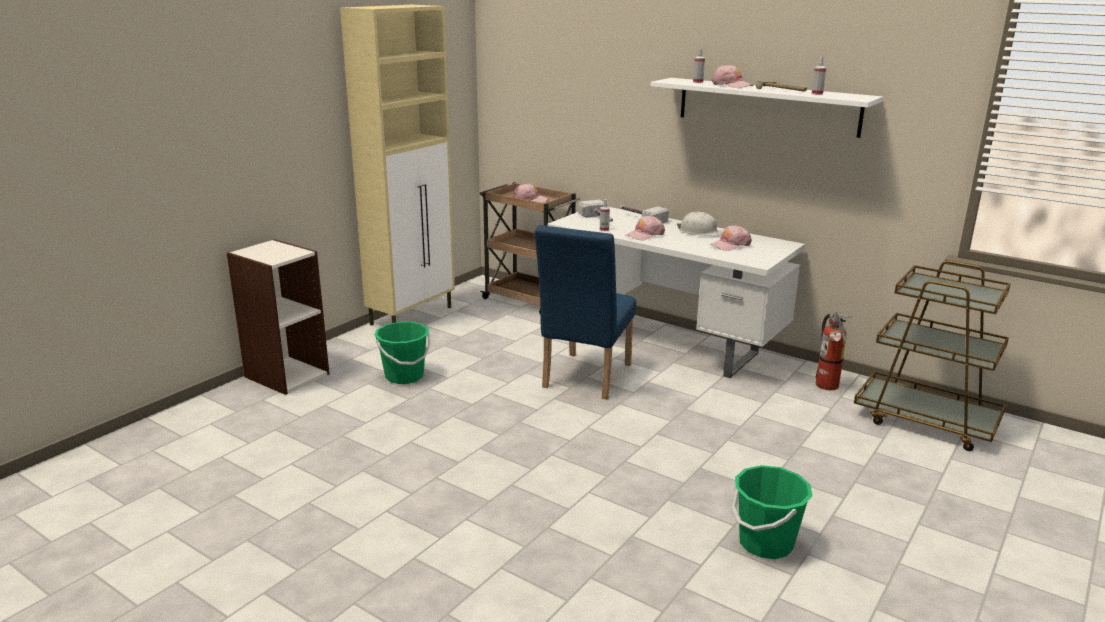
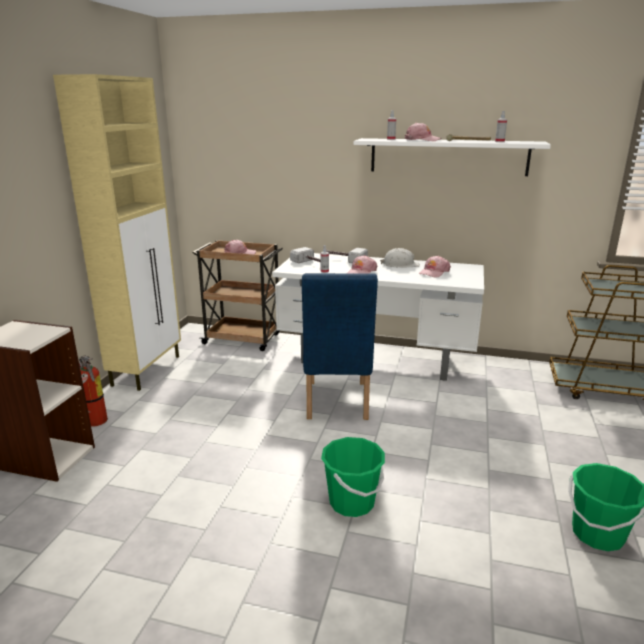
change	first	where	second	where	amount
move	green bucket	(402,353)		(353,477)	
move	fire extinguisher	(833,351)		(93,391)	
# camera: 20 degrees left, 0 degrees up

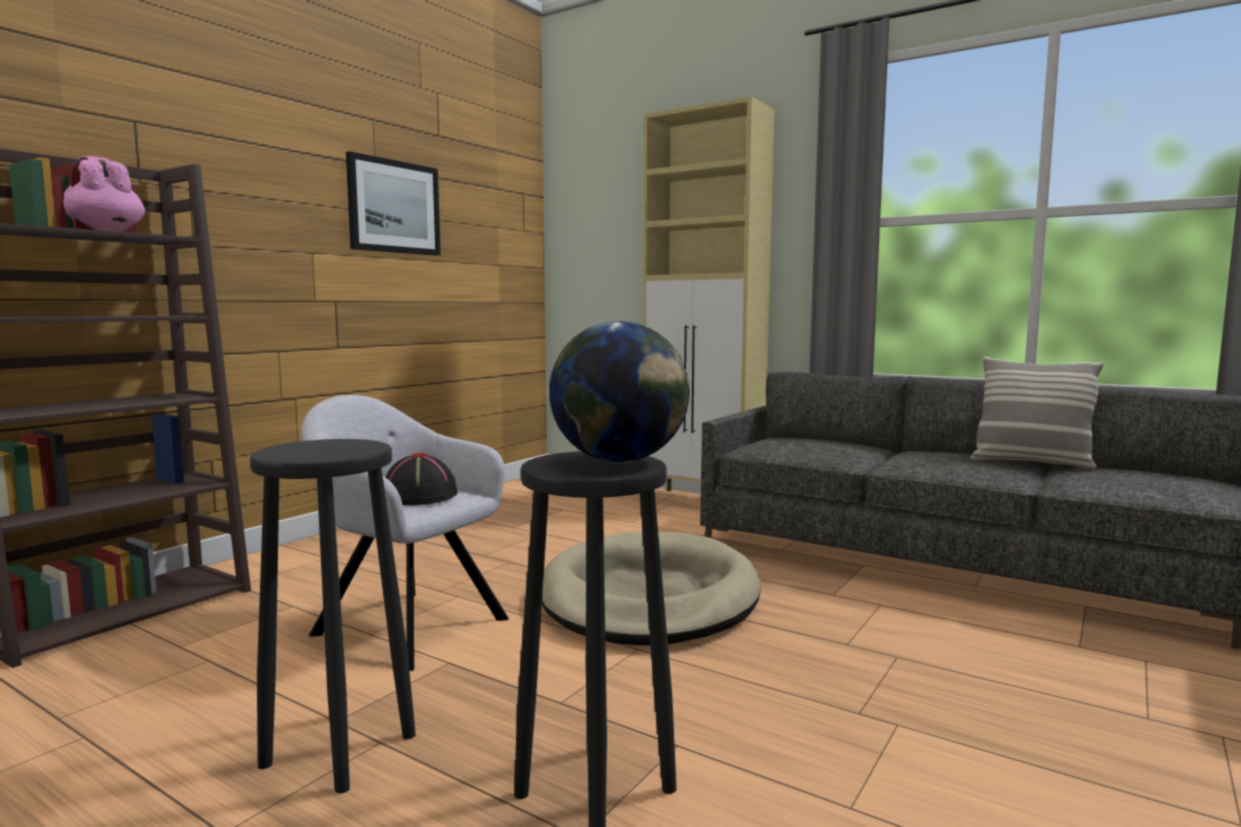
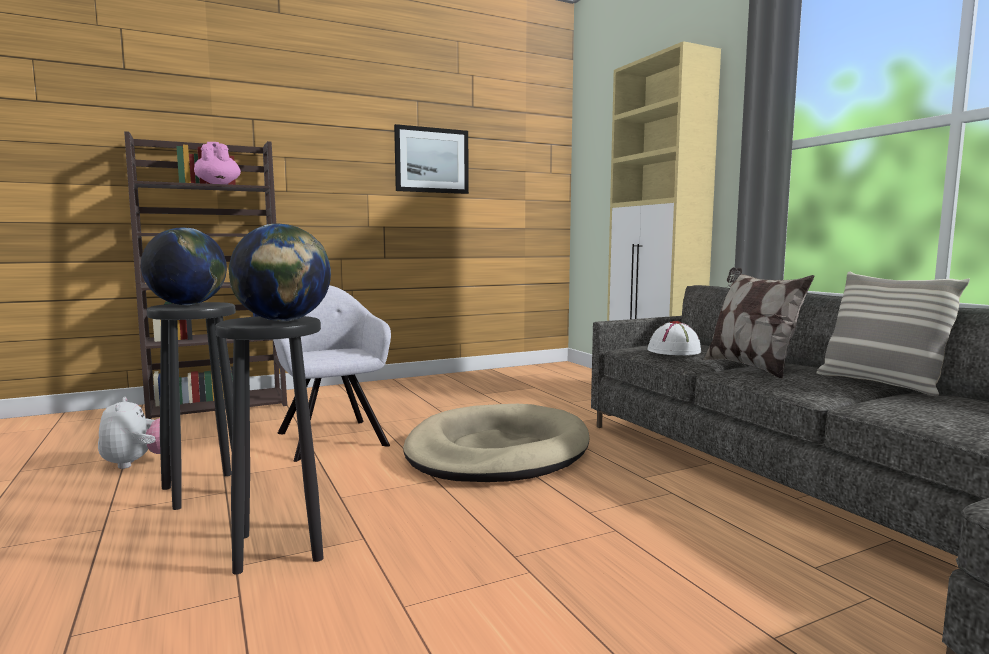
change	first	where	second	where	amount
delete	black hat	(422,479)			
insert			plush toy	(129,433)	
insert			globe	(184,266)	
insert			white hat	(674,338)	
insert			pillow	(758,323)	
# camera: 30 degrees right, 0 degrees up

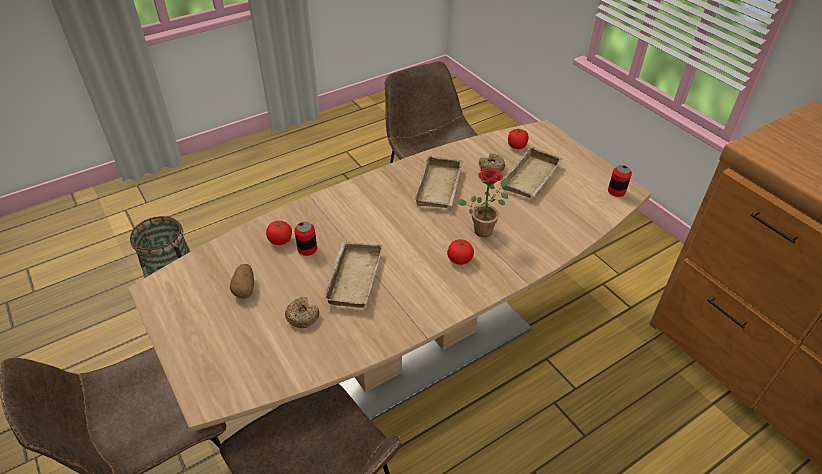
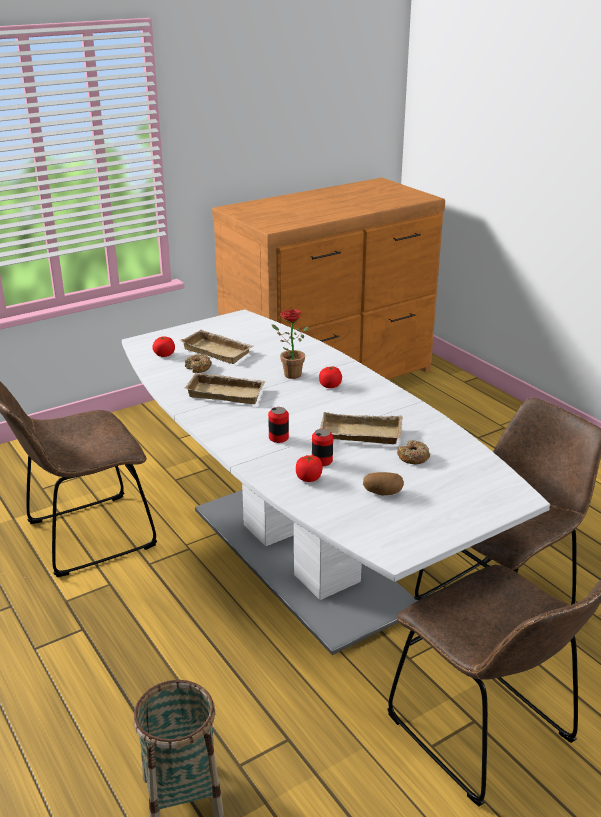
change	first	where	second	where	amount
move	can	(620,181)		(278,425)	
recolor	brown dining table	(389,276)	white dining table	(336,482)	
# camera: 90 degrees left, 15 degrees down

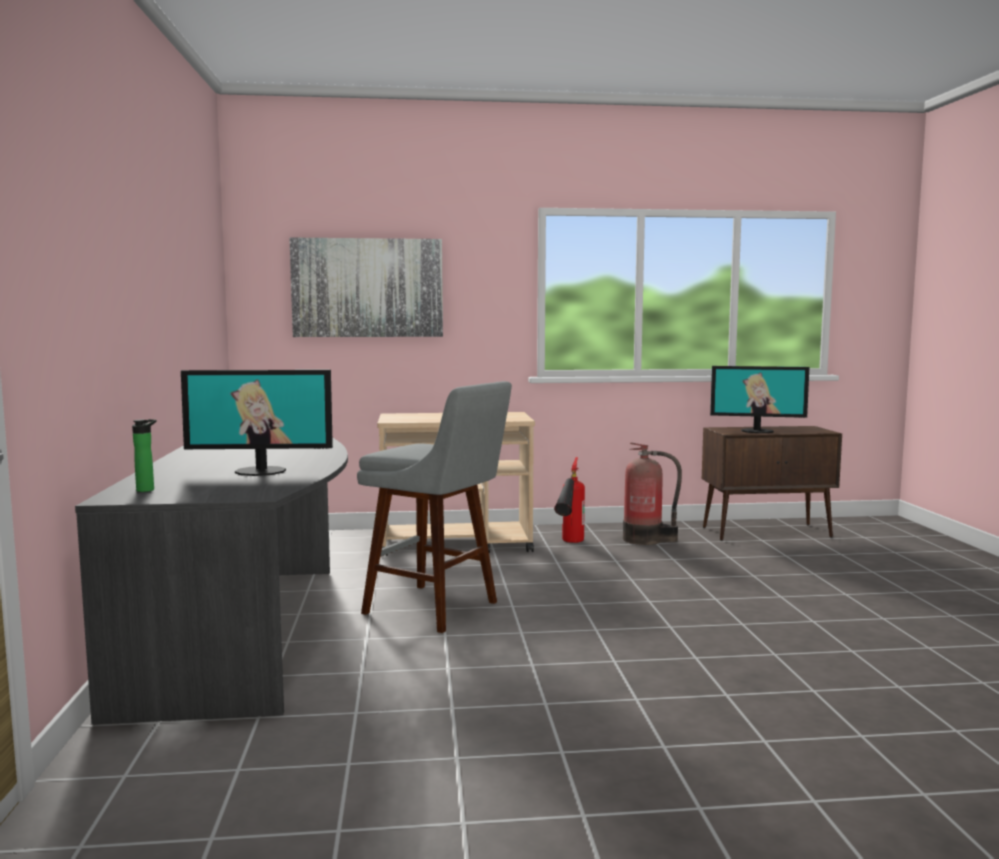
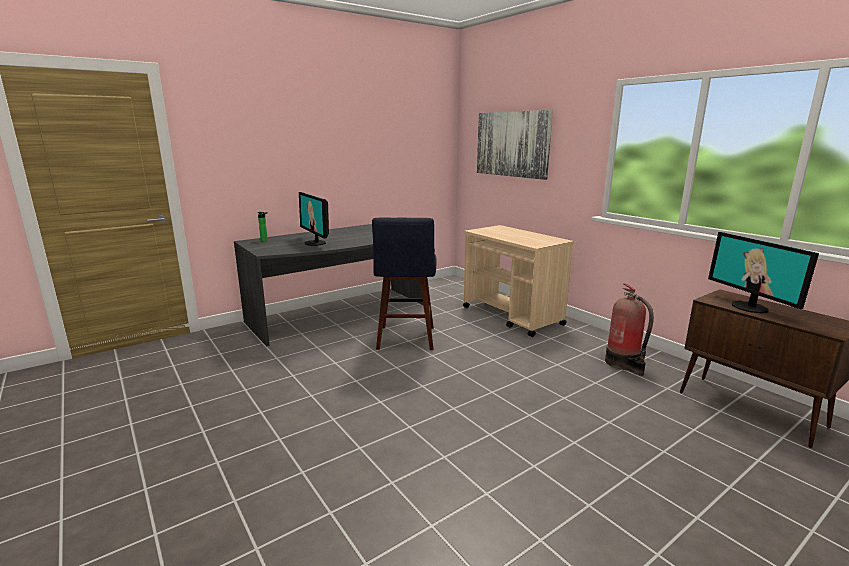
change	first	where	second	where	amount
delete	fire extinguisher	(569,500)			
recolor	grey stool	(434,507)	blue stool	(404,284)	
# camera: 60 degrees right, 10 degrees up

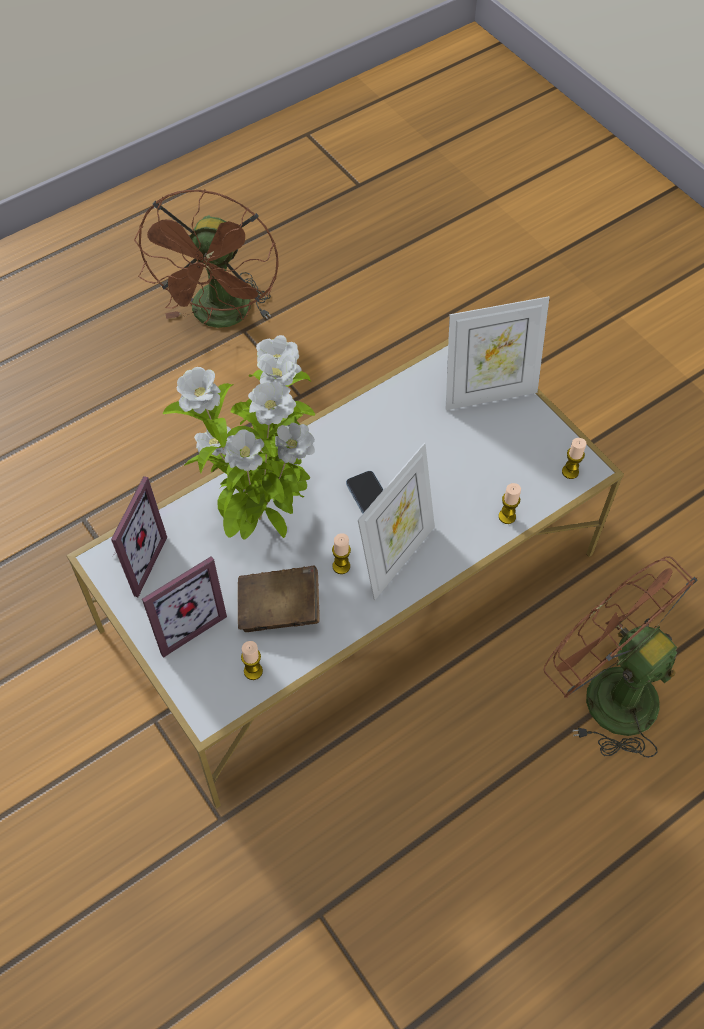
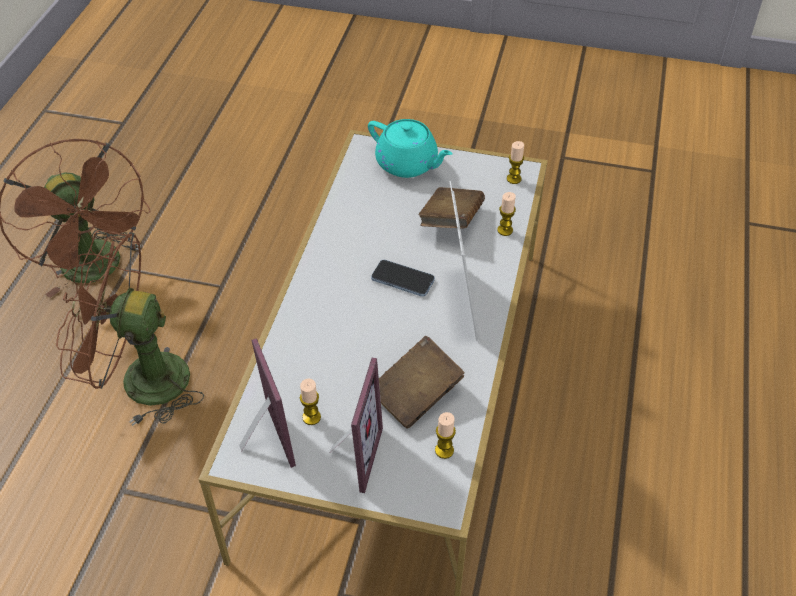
change	first	where	second	where	amount
delete	potted plant	(239,437)			
insert			brown book	(451,207)	
move	candle	(341,553)		(310,402)	
move	brown fan	(621,657)		(130,328)	
replace	picture frame	(498,353)	turquoise teapot	(410,148)	
# camera: 40 degrees left, 10 degrees down

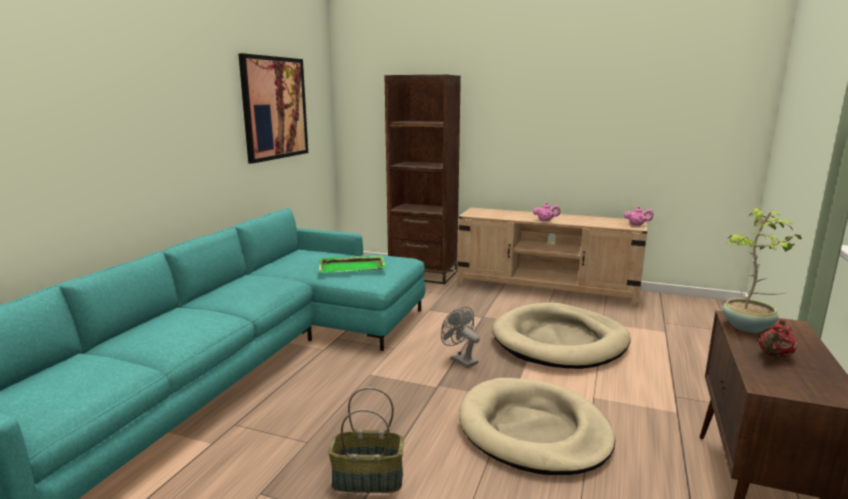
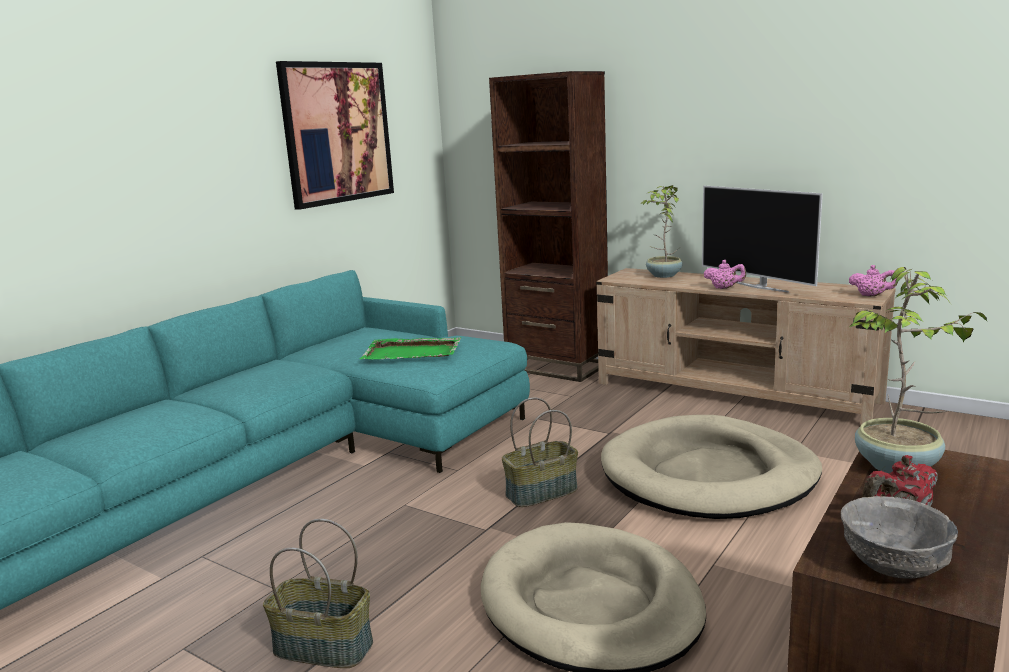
change	first	where	second	where	amount
insert			potted plant	(662,231)	
insert			television	(762,239)	
insert			grey bowl	(899,537)	
replace	grey fan	(460,337)	basket	(540,452)	
# camera: 15 degrees right, 0 degrees up

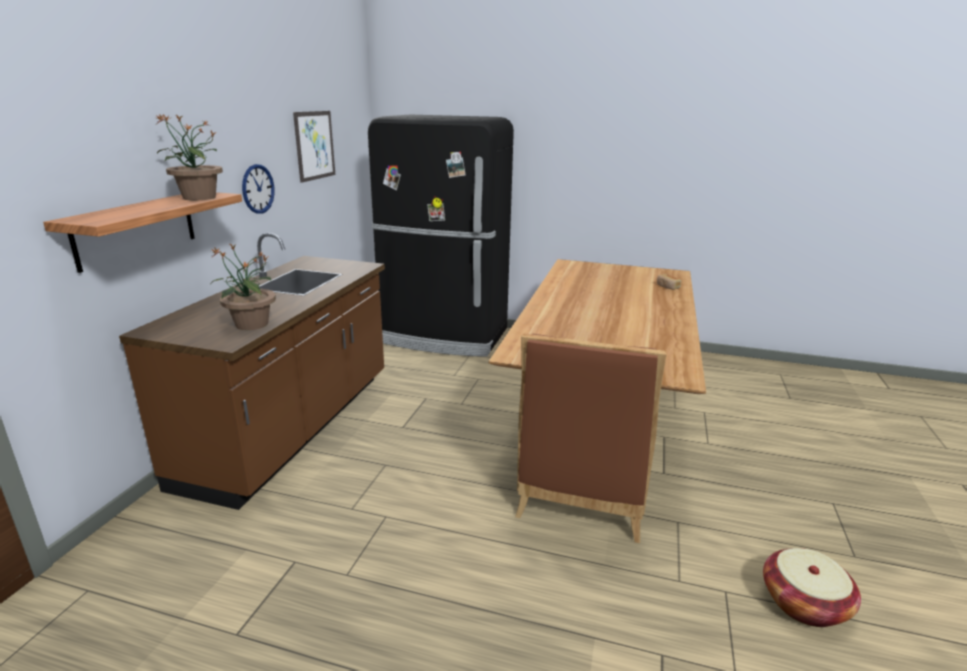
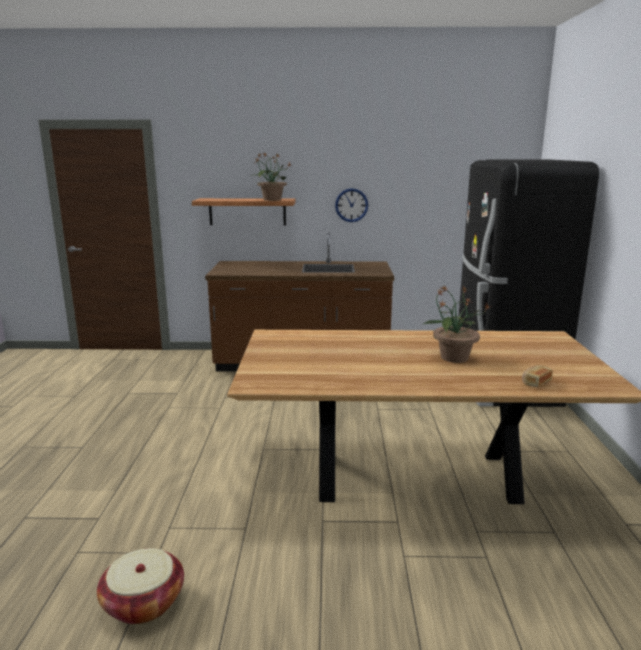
change	first	where	second	where	amount
delete	picture	(314,147)			
delete	brown chair	(591,438)			
move	potted plant	(243,286)		(455,324)	
# camera: 75 degrees right, 5 degrees down

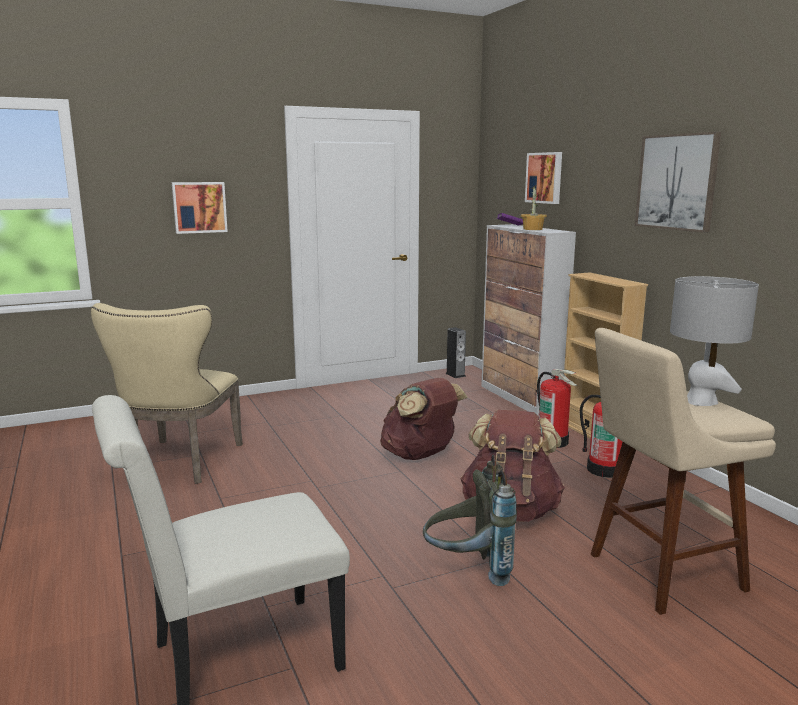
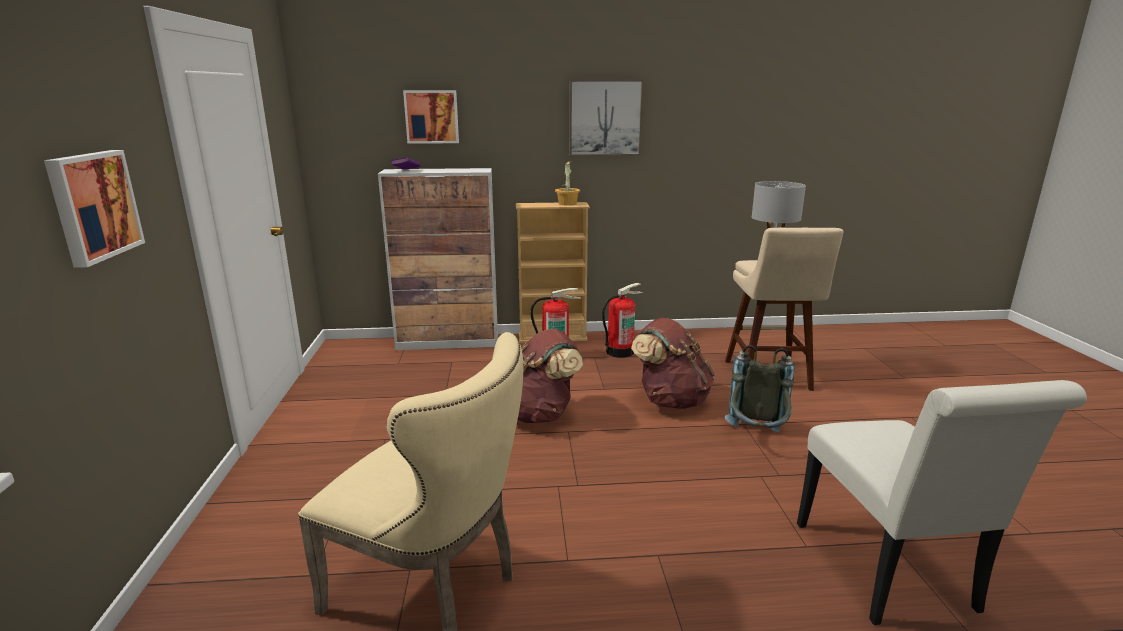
change	first	where	second	where	amount
delete	speaker	(455,352)			
move	potted plant	(533,207)		(567,183)	
# camera: 70 degrees left, 5 degrees up

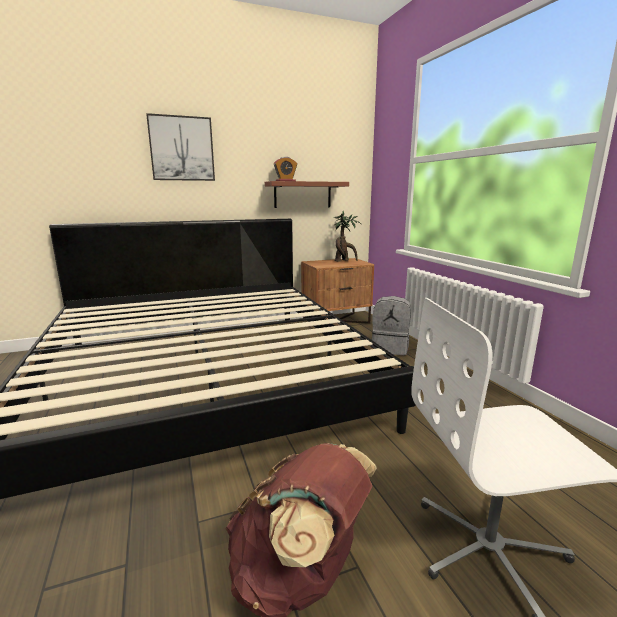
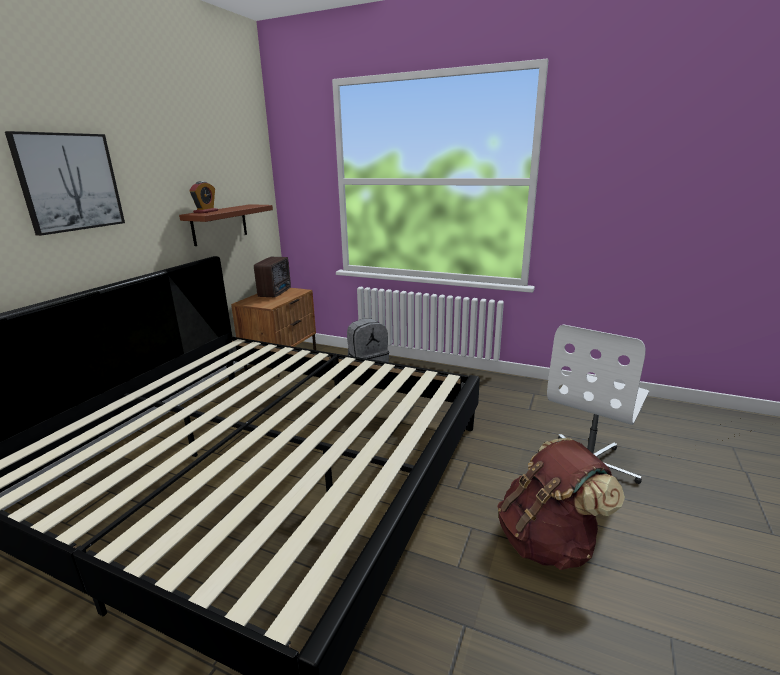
change	first	where	second	where	amount
replace	potted plant	(348,236)	radio	(272,277)	
# camera: 45 degrees left, 5 degrees up

